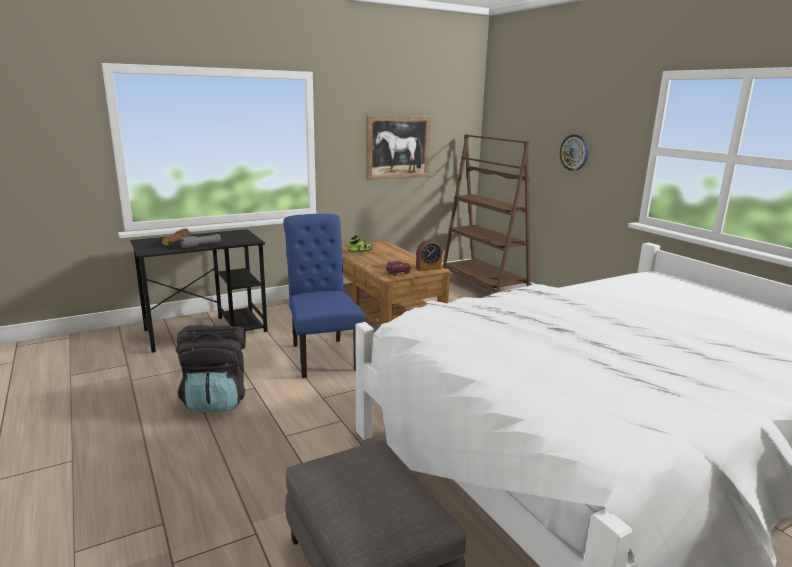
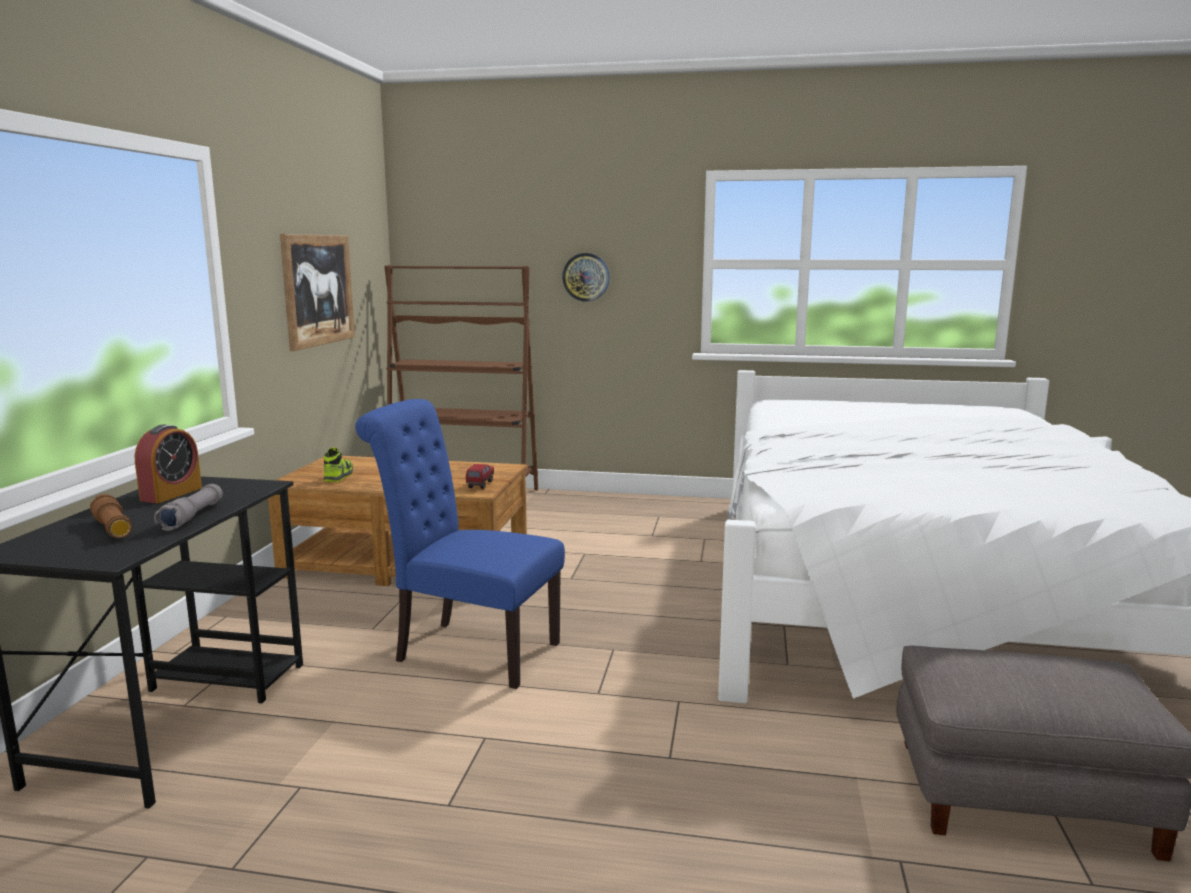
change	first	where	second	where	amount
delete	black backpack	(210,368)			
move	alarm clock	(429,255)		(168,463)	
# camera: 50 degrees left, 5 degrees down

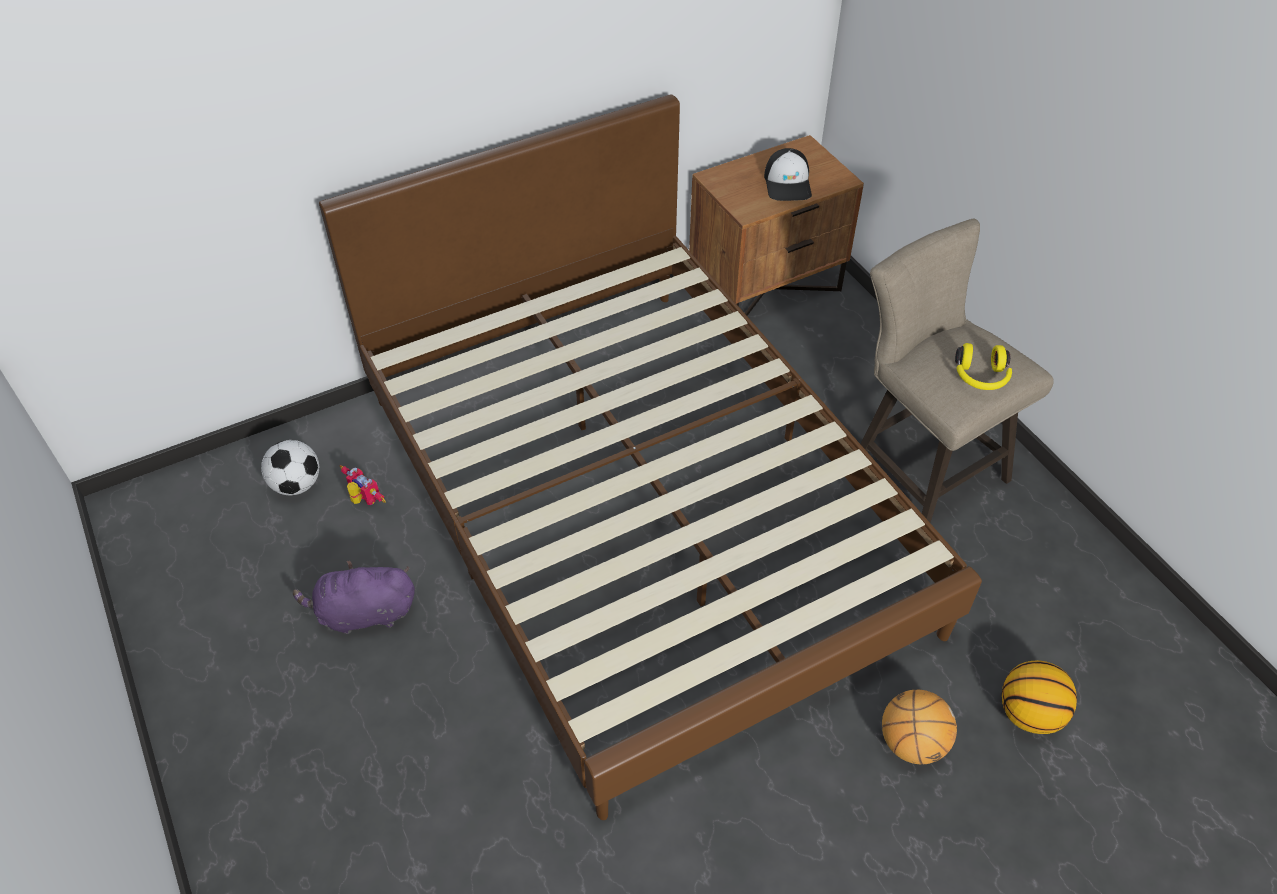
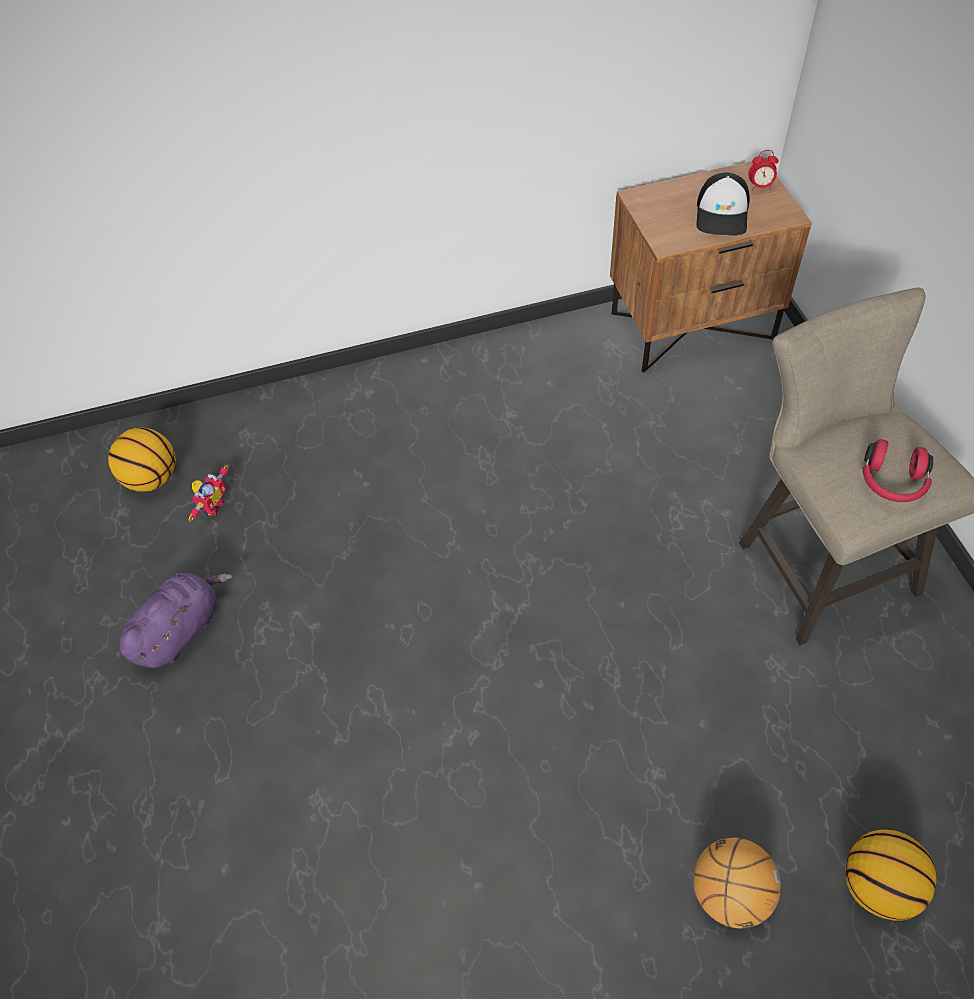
change	first	where	second	where	amount
delete	brown bed	(650,457)			
insert			alarm clock	(763,170)	
replace	football	(290,467)	basketball	(142,459)	
recolor	yellow headphones	(983,366)	red headphones	(898,470)	
rotate	purple plush toy	(354,597)		(176,620)	120 degrees clockwise
rotate	toy robot	(363,485)		(209,493)	60 degrees clockwise
# camera: 15 degrees right, 5 degrees up

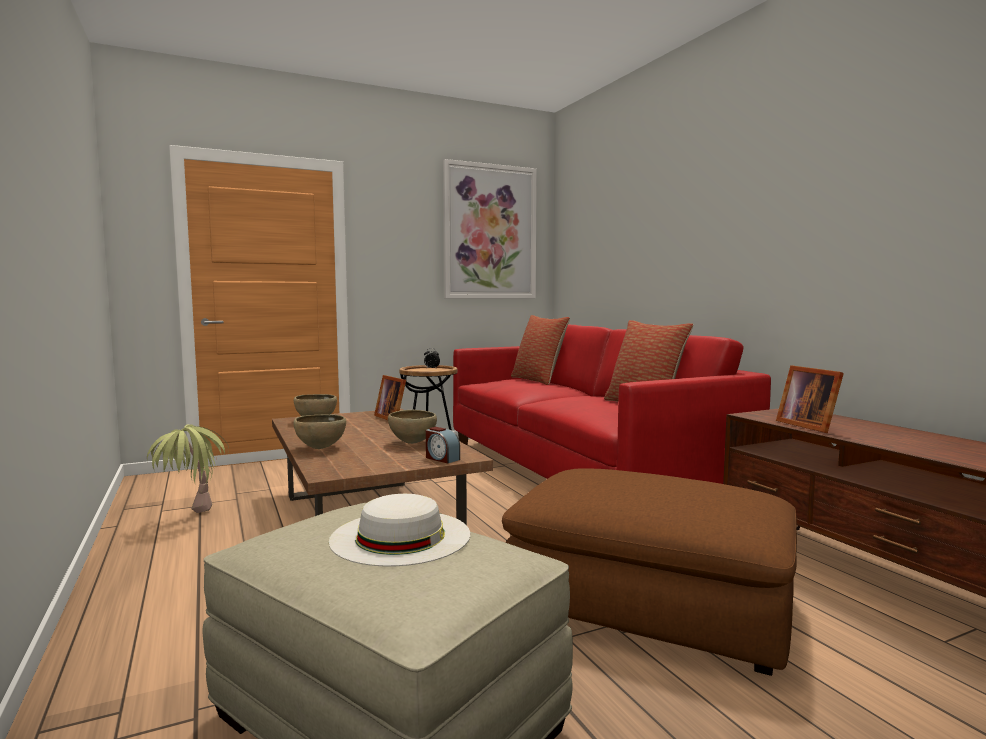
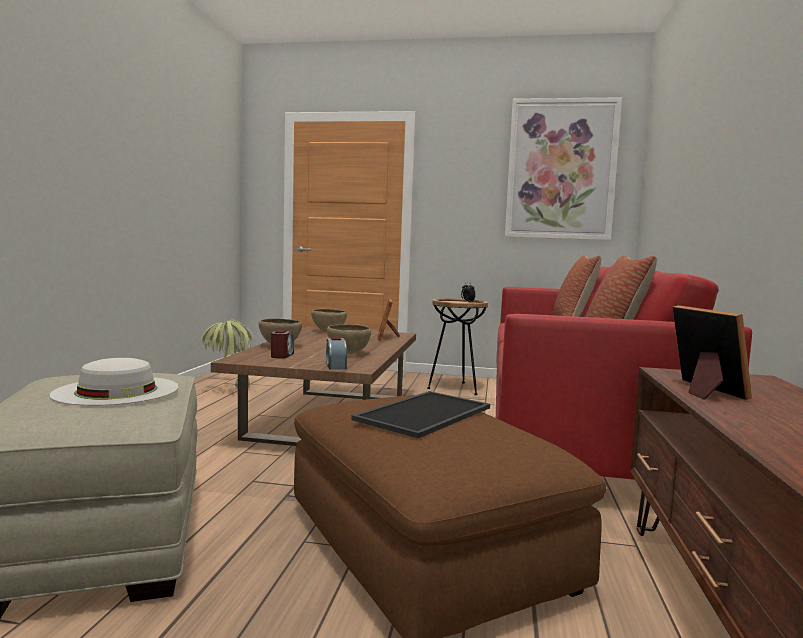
change	first	where	second	where	amount
insert			alarm clock	(282,344)	
insert			tray	(421,414)	
rotate	picture frame	(810,399)		(712,352)	150 degrees clockwise
# camera: 35 degrees right, 0 degrees up

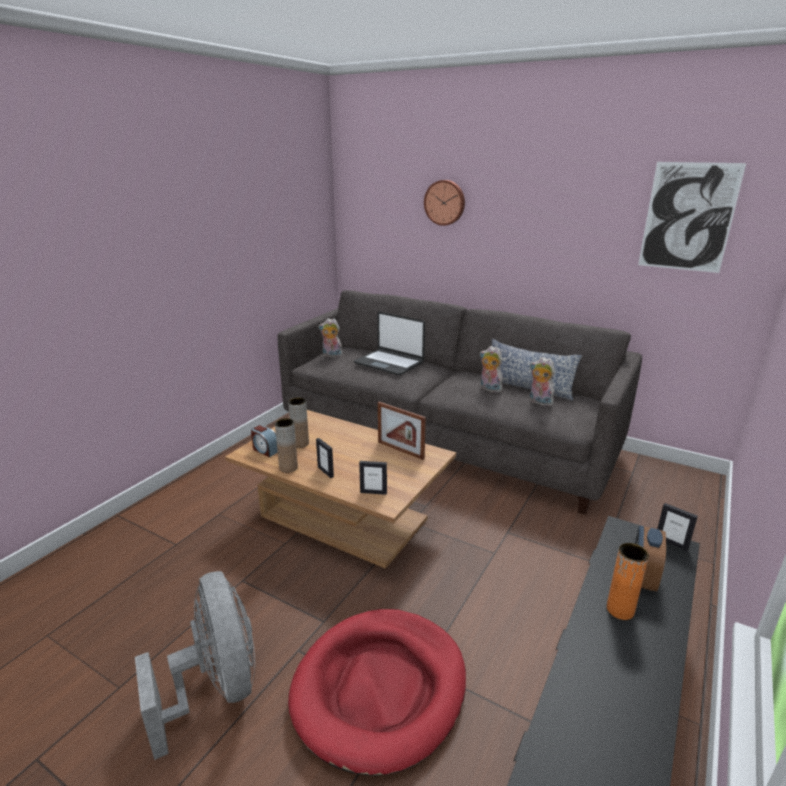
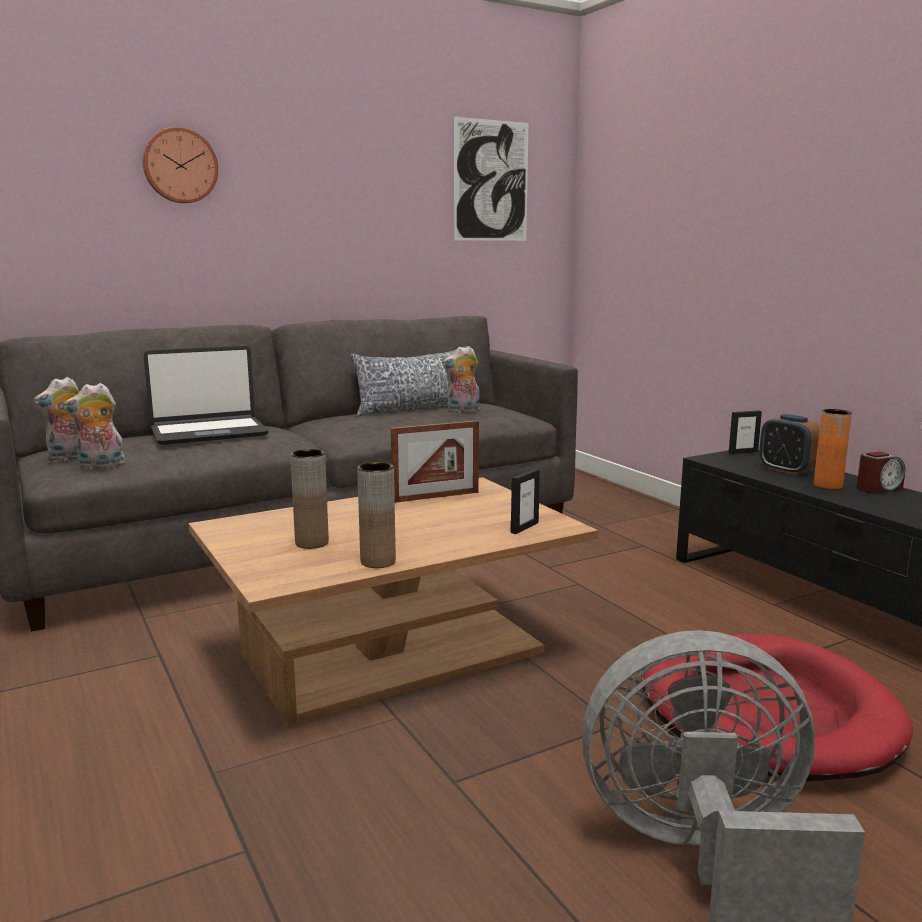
change	first	where	second	where	amount
delete	picture frame	(325,458)			
move	alarm clock	(264,441)		(881,472)	
move	plush toy	(491,369)		(94,426)	
# camera: 60 degrees left, 10 degrees down

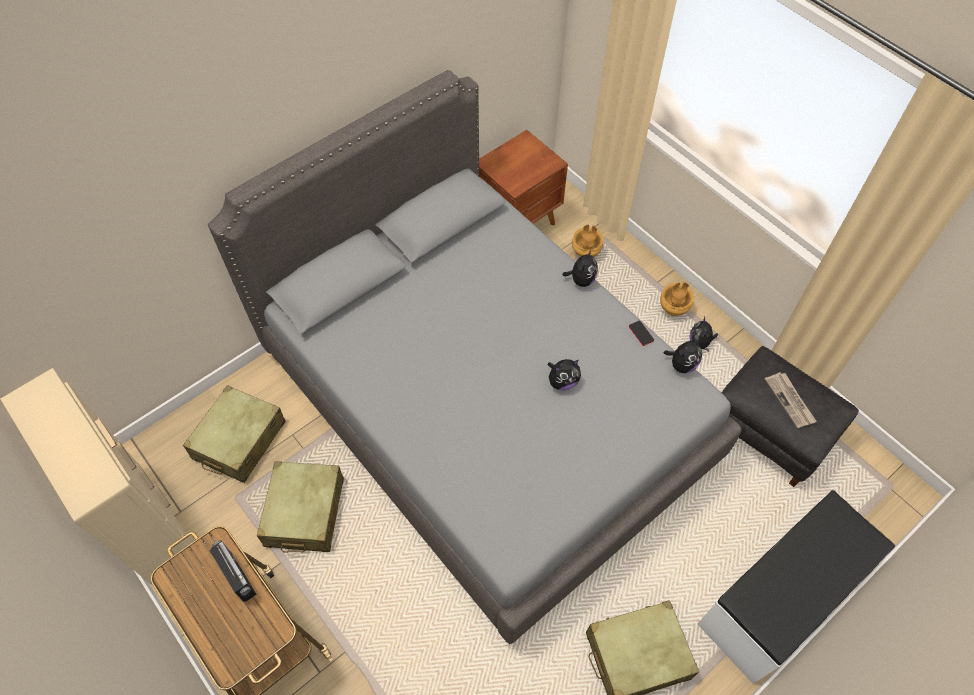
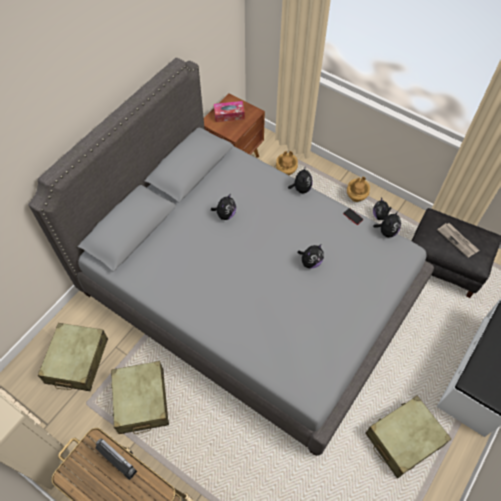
change	first	where	second	where	amount
insert			plush toy	(223,206)	
insert			tissue box	(229,111)	
# camera: 15 degrees left, 0 degrees up

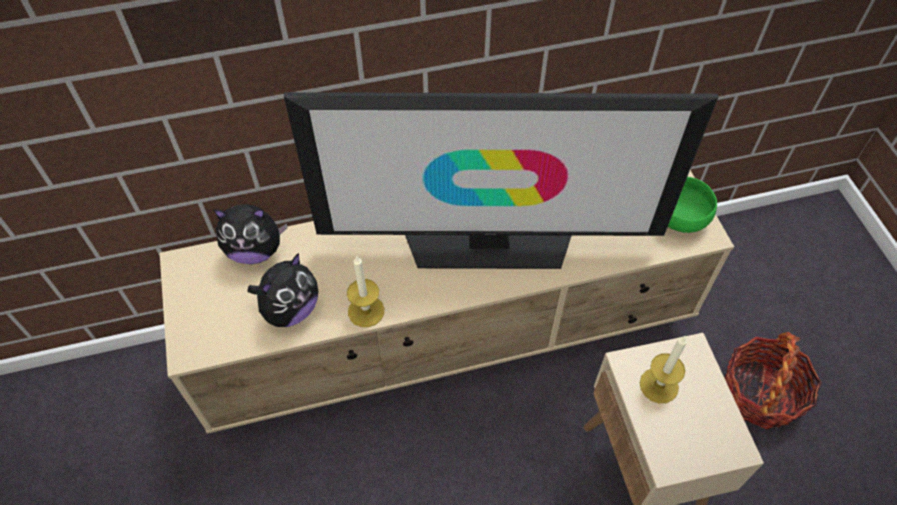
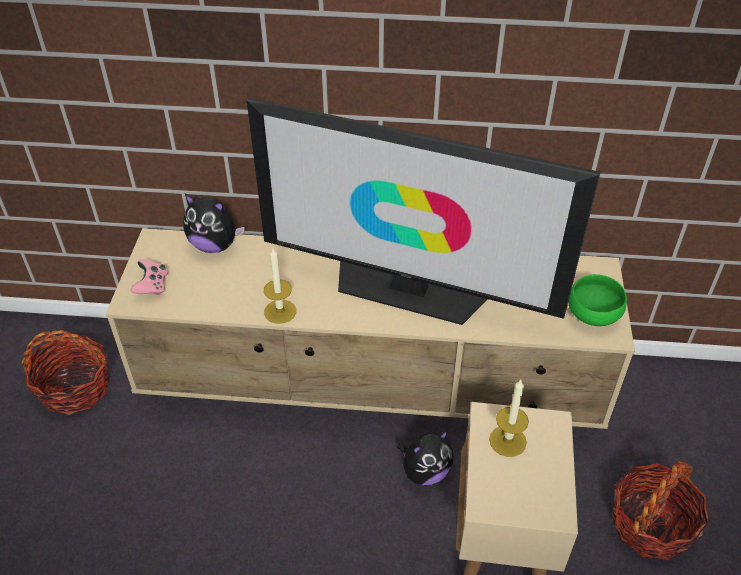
change	first	where	second	where	amount
insert			basket	(65,372)	
insert			pink game controller	(149,277)	
move	plush toy	(283,290)		(425,457)	
# camera: 20 degrees right, 10 degrees down

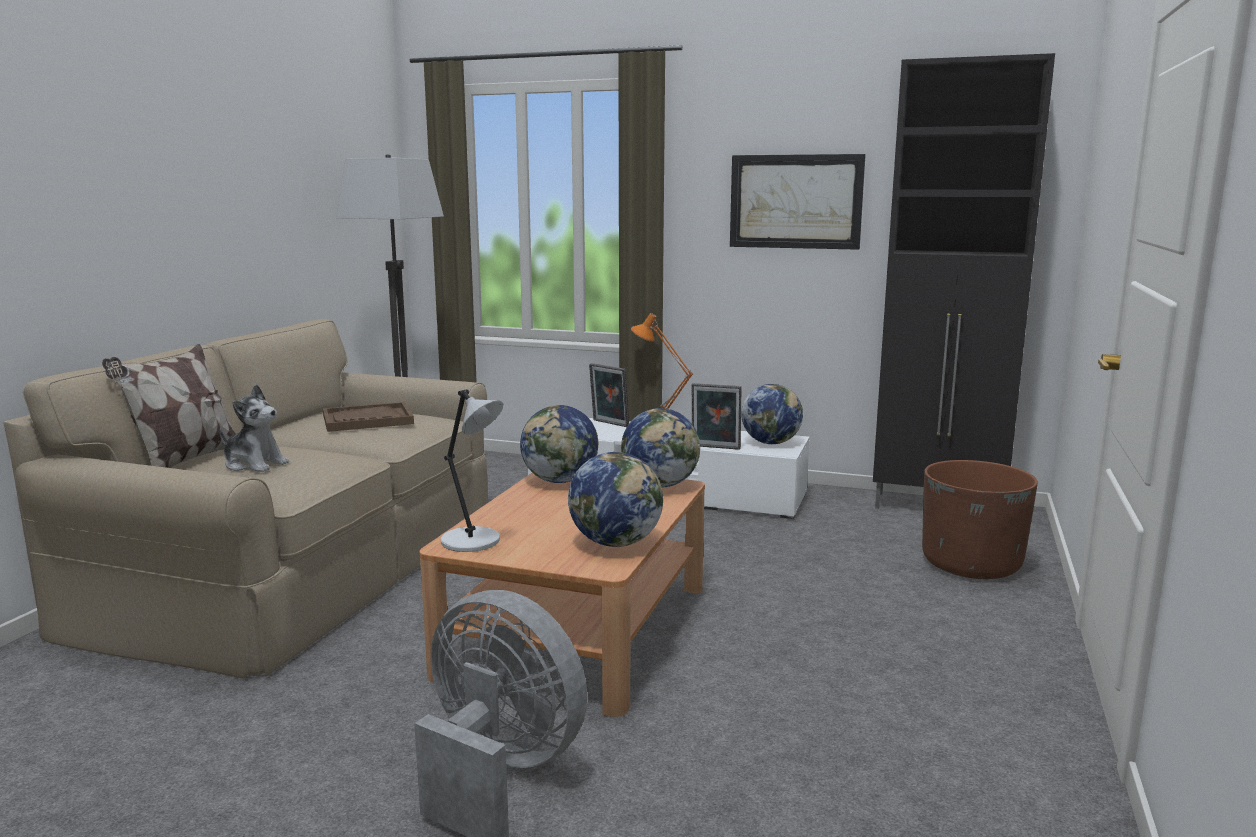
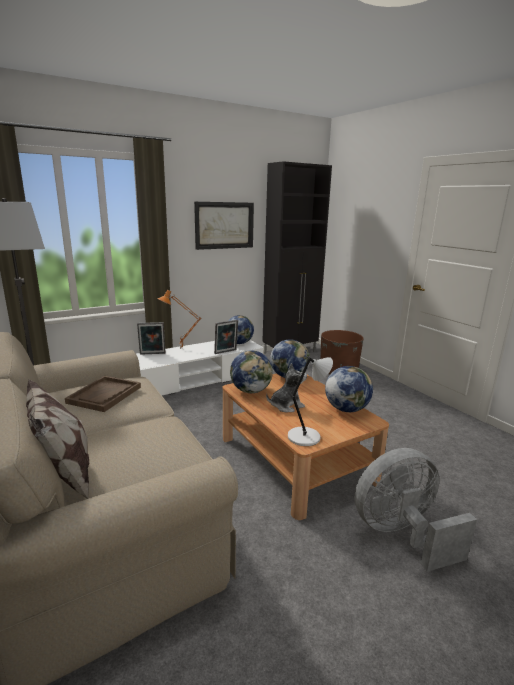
change	first	where	second	where	amount
move	plush toy	(254,428)		(286,387)	
# camera: 50 degrees left, 5 degrees up

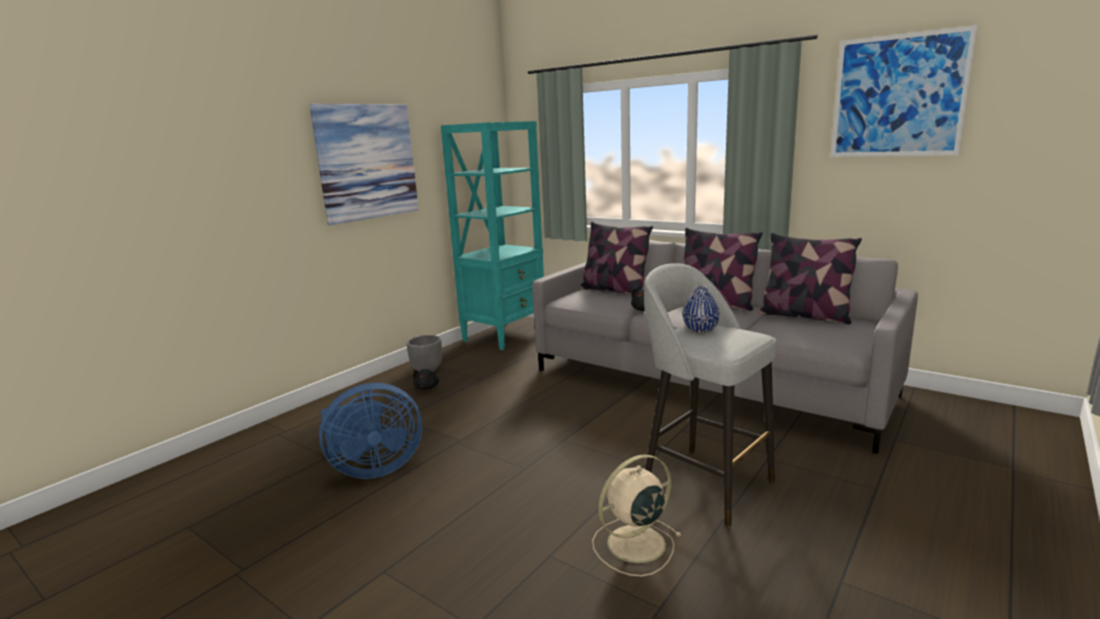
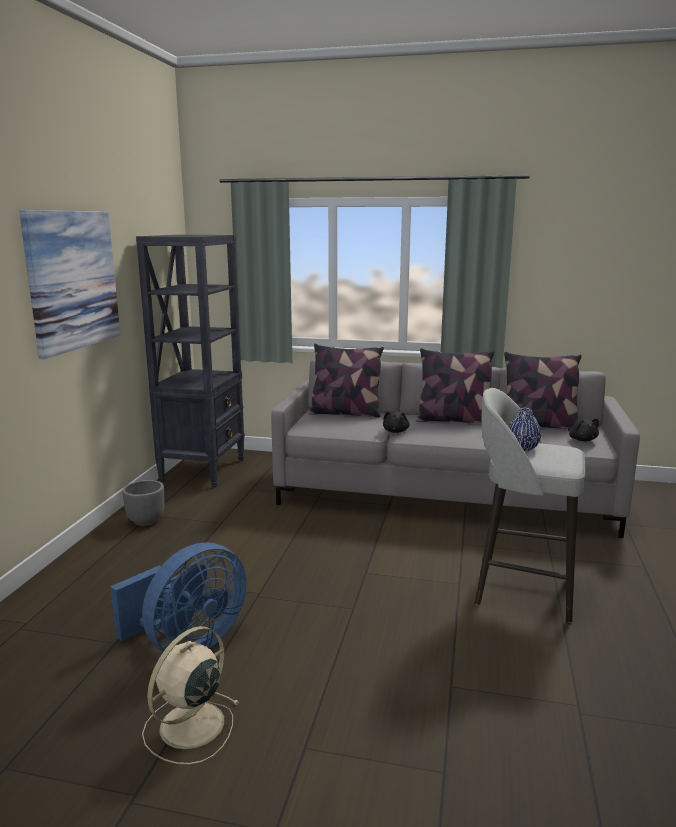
change	first	where	second	where	amount
delete	picture	(904,91)			
move	black plush toy	(426,379)		(583,430)	
move	beige fan	(637,515)		(190,695)	
recolor	turquoise bookcase	(492,235)	black bookcase	(190,361)	
# camera: 25 degrees left, 0 degrees up

